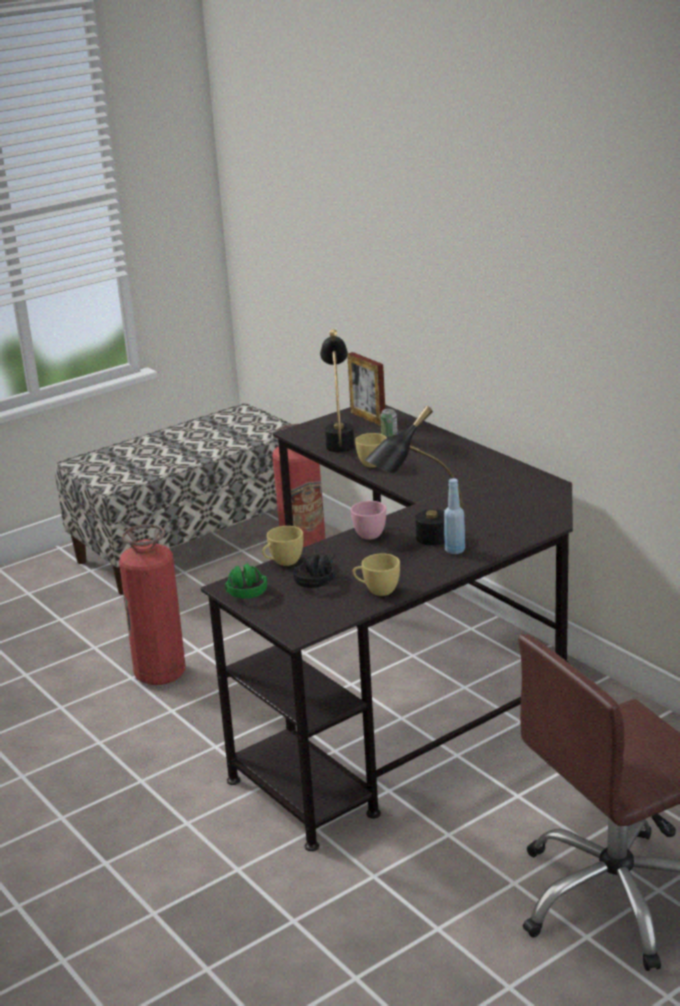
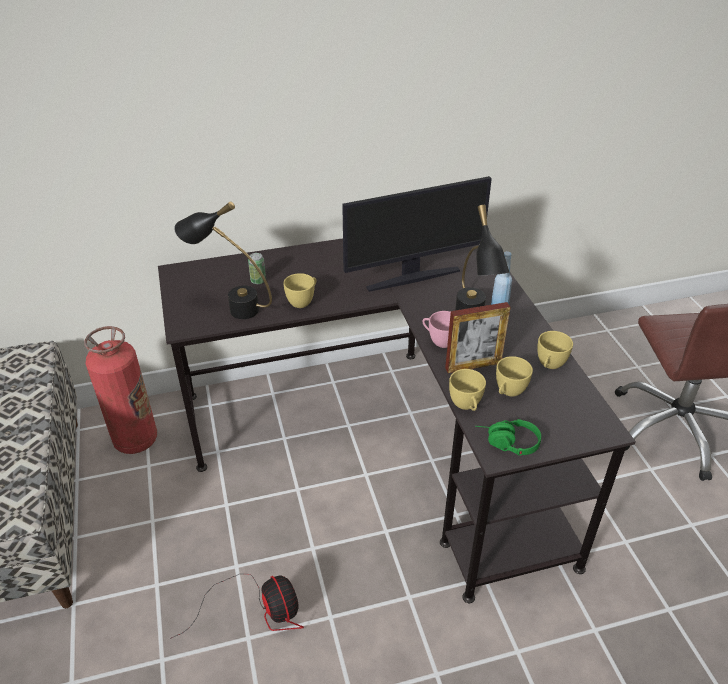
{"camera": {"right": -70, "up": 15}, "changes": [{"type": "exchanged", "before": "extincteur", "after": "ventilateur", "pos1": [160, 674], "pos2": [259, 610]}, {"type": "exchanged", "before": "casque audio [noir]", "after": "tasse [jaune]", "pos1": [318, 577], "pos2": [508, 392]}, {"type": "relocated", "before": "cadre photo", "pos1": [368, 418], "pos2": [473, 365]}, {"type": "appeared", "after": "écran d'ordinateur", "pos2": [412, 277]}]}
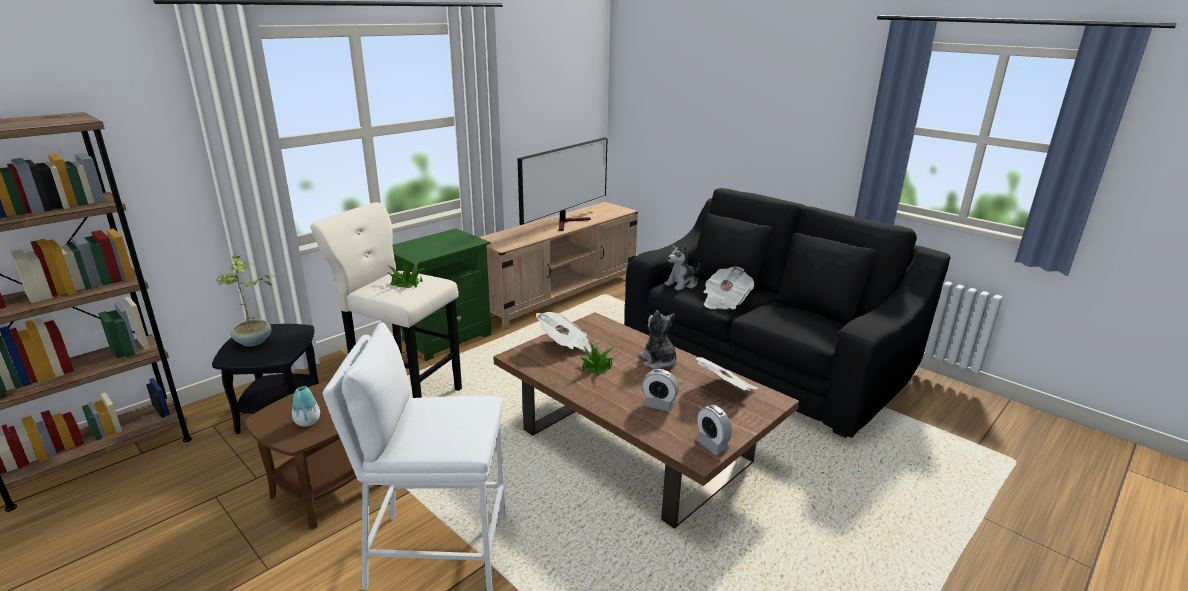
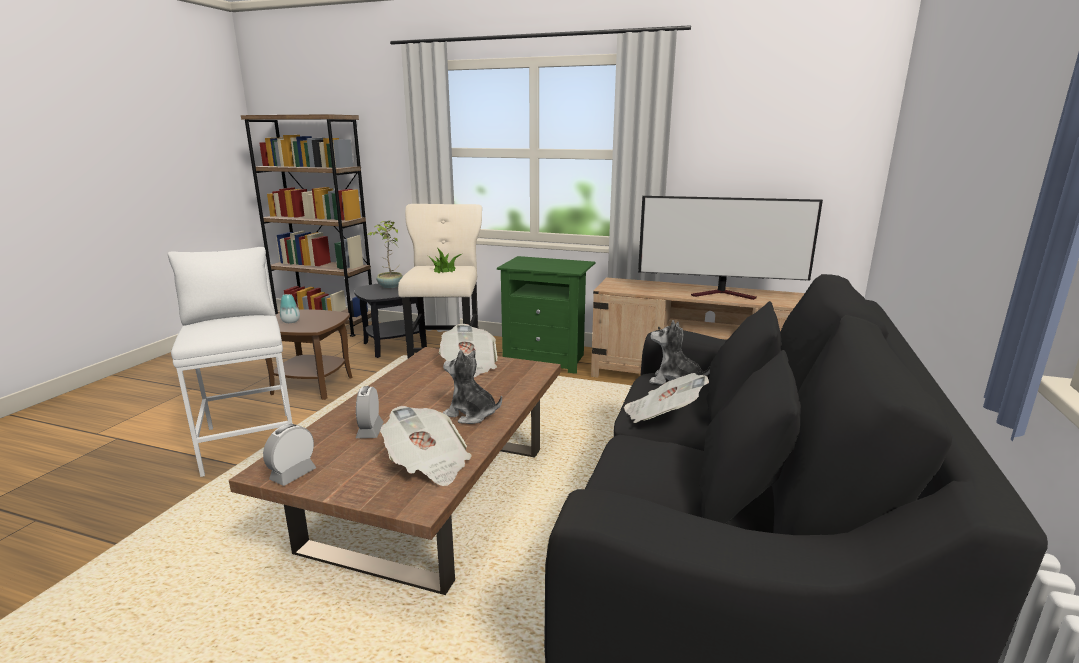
{"camera": {"right": 65, "up": -5}, "changes": [{"type": "missing", "before": "plante en pot", "pos1": [596, 367]}, {"type": "spun", "before": "peluche", "pos1": [659, 361], "pos2": [471, 414], "turn": -105}]}
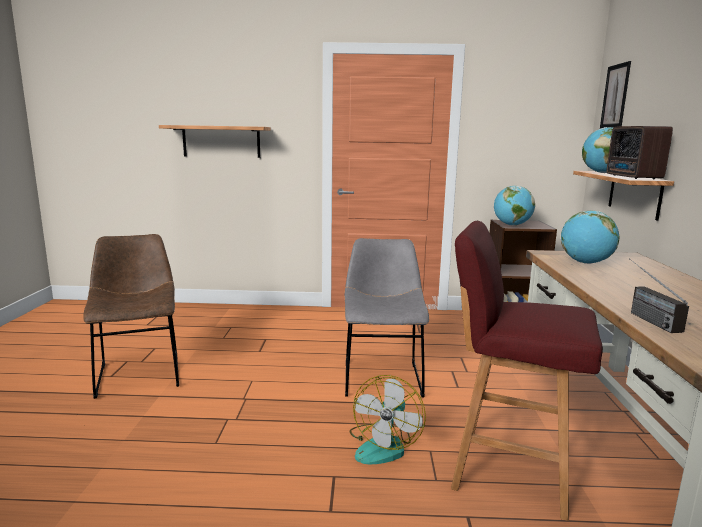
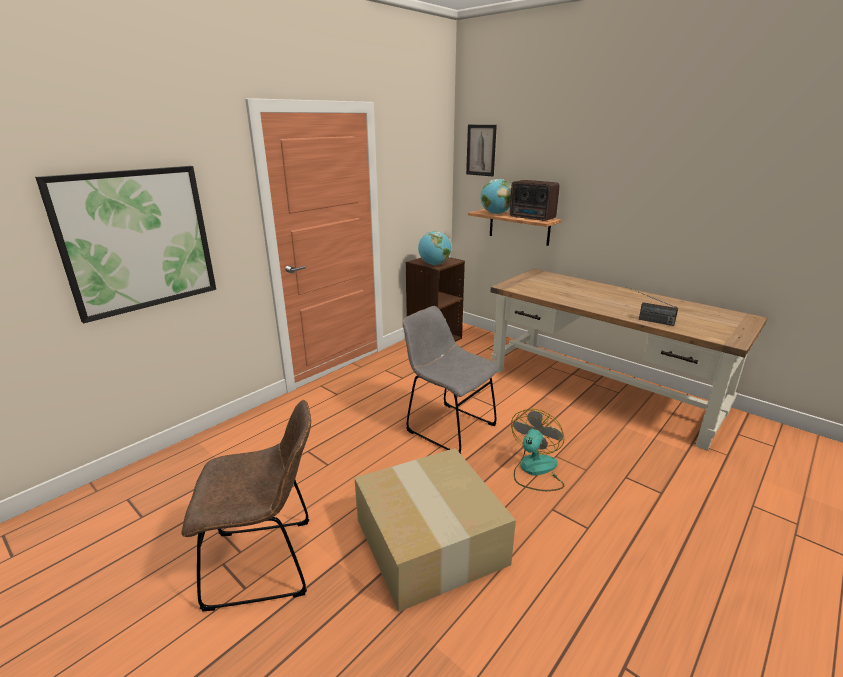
{"camera": {"right": -50, "up": 10}, "changes": [{"type": "spun", "before": "chaise [marron]", "pos1": [139, 373], "pos2": [268, 562], "turn": 150}, {"type": "exchanged", "before": "étagère", "after": "tableau", "pos1": [221, 141], "pos2": [137, 240]}, {"type": "spun", "before": "ventilateur", "pos1": [384, 445], "pos2": [535, 470], "turn": -120}, {"type": "missing", "before": "tabouret [rouge]", "pos1": [507, 469]}, {"type": "missing", "before": "globe", "pos1": [585, 263]}, {"type": "appeared", "after": "carton", "pos2": [427, 540]}]}
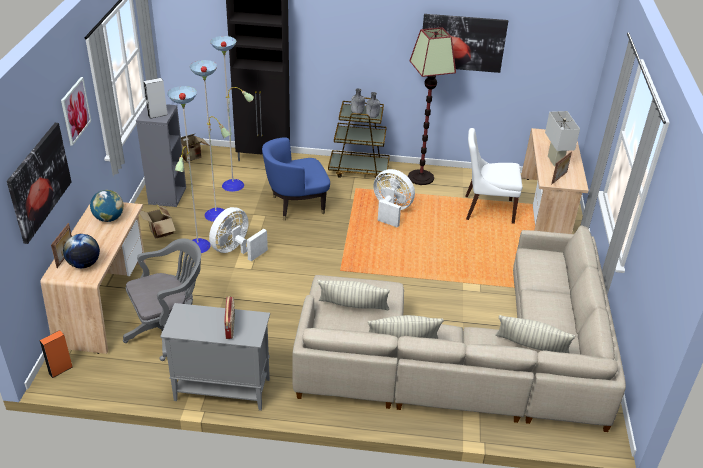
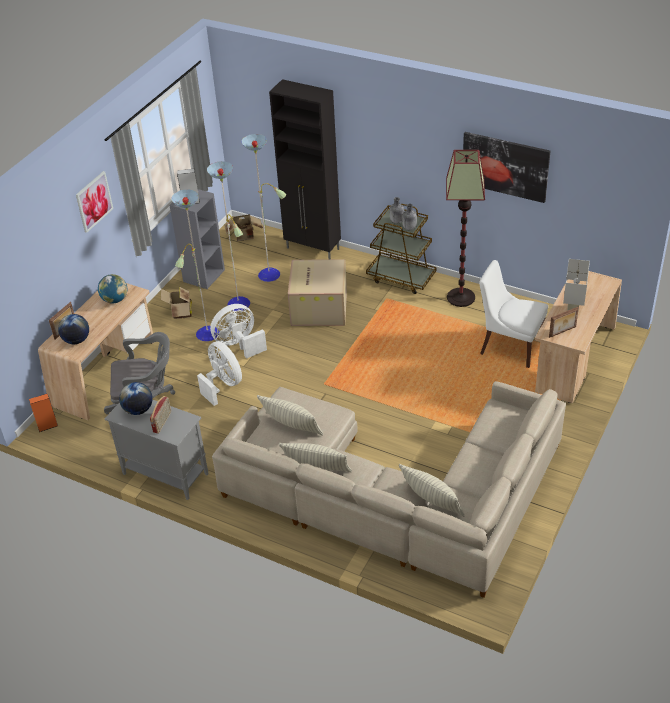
{"camera": {"right": 25, "up": 5}, "changes": [{"type": "missing", "before": "tableau", "pos1": [39, 181]}, {"type": "exchanged", "before": "fauteuil [bleu]", "after": "carton", "pos1": [296, 205], "pos2": [318, 307]}, {"type": "relocated", "before": "ventilateur [blanc]", "pos1": [391, 211], "pos2": [223, 385]}, {"type": "appeared", "after": "globe", "pos2": [138, 410]}]}
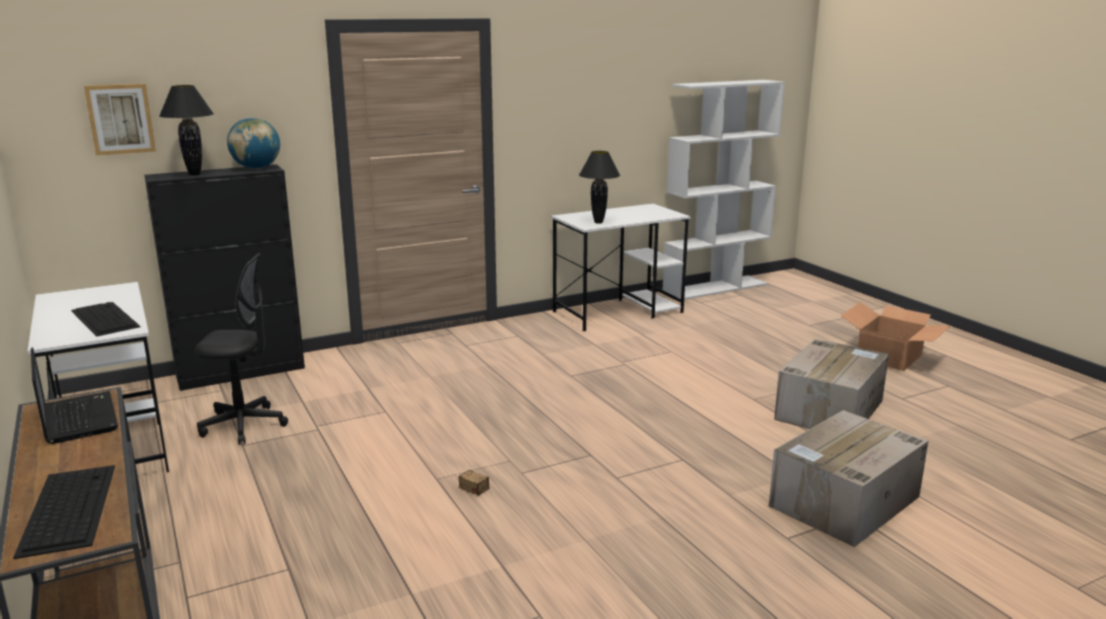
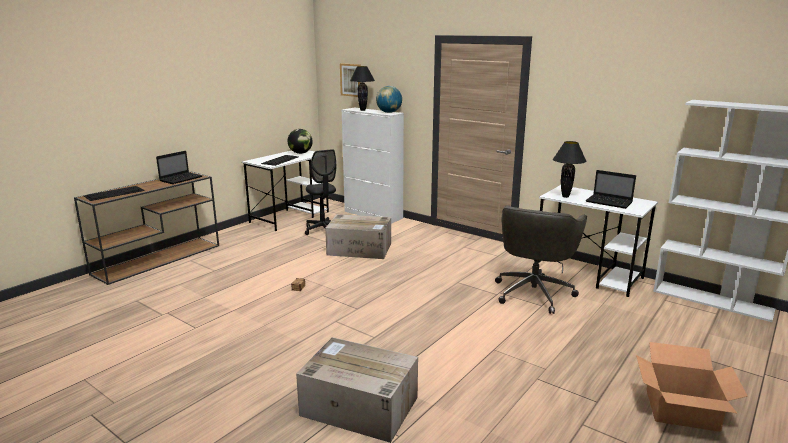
{"camera": {"right": 65, "up": 0}, "changes": [{"type": "colour", "before": "meuble de rangement [noir]", "after": "meuble de rangement [blanc]", "pos1": [242, 372], "pos2": [373, 215]}, {"type": "relocated", "before": "carton", "pos1": [829, 409], "pos2": [360, 249]}, {"type": "appeared", "after": "globe", "pos2": [300, 153]}, {"type": "appeared", "after": "chaise de bureau [gris]", "pos2": [534, 292]}, {"type": "appeared", "after": "ordinateur portable", "pos2": [610, 202]}]}
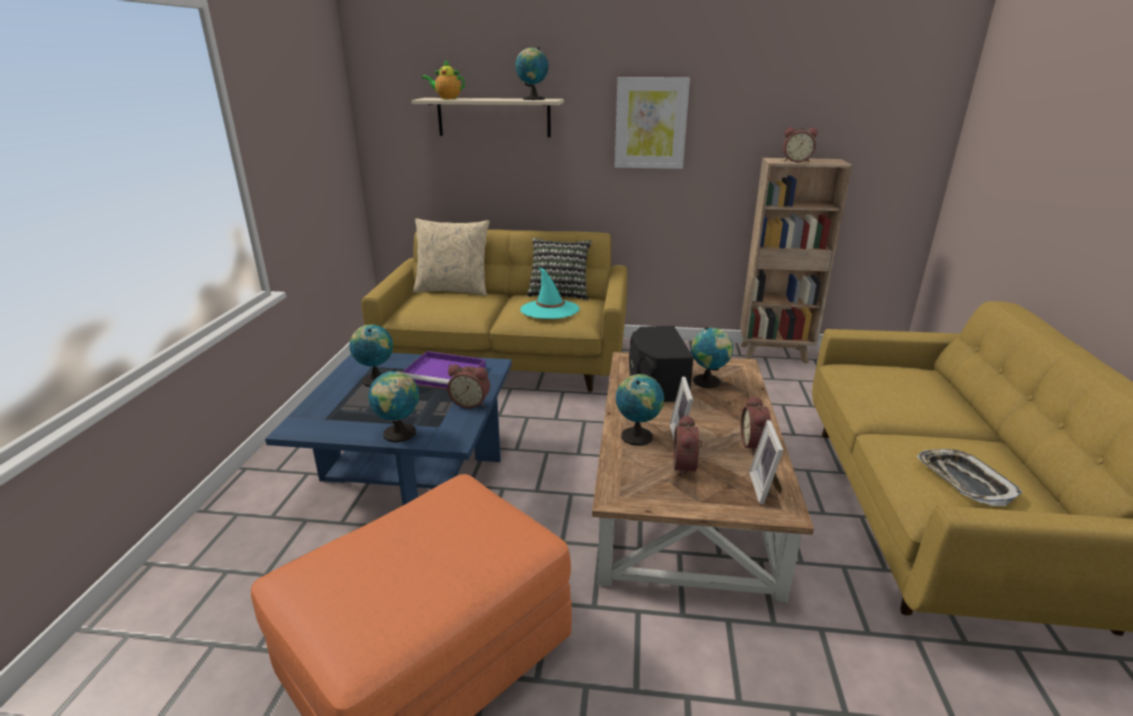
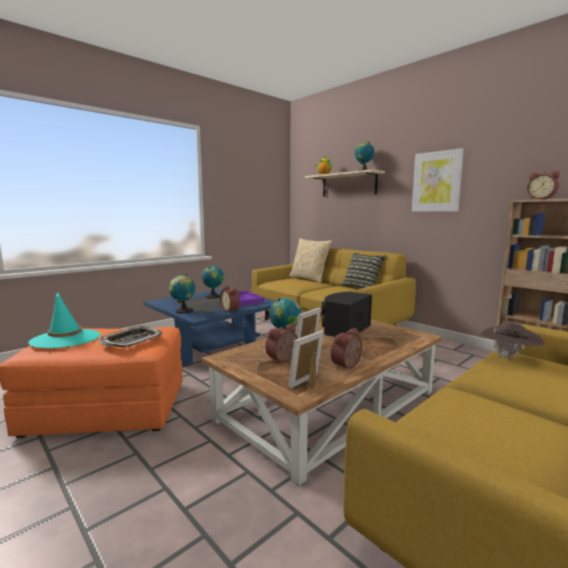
{"camera": {"right": 40, "up": -15}, "changes": [{"type": "relocated", "before": "chapeau [turquoise]", "pos1": [549, 310], "pos2": [66, 339]}, {"type": "missing", "before": "globe", "pos1": [709, 382]}, {"type": "relocated", "before": "plateau", "pos1": [964, 481], "pos2": [132, 340]}, {"type": "appeared", "after": "chapeau [marron]", "pos2": [508, 358]}]}
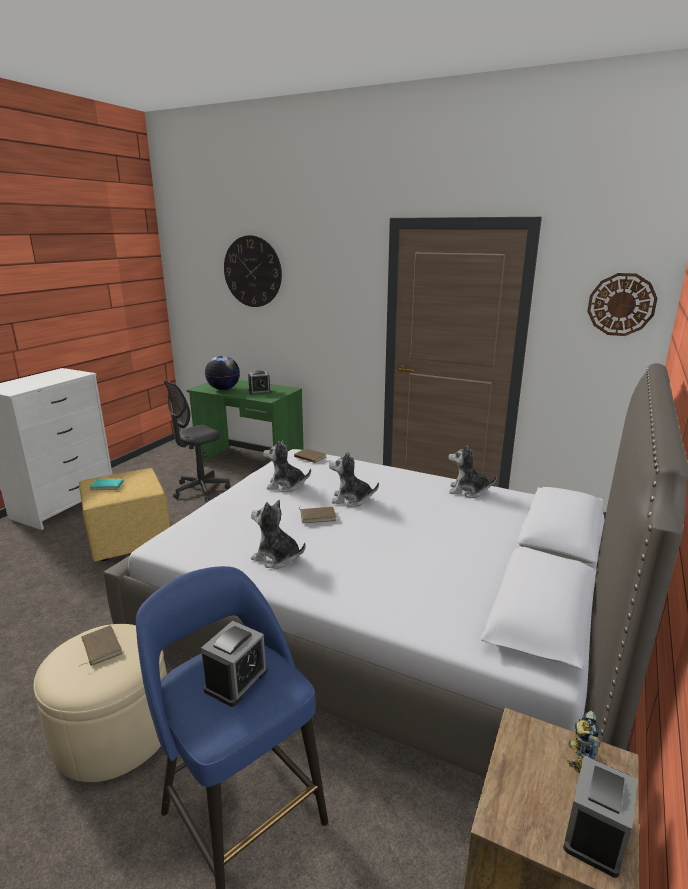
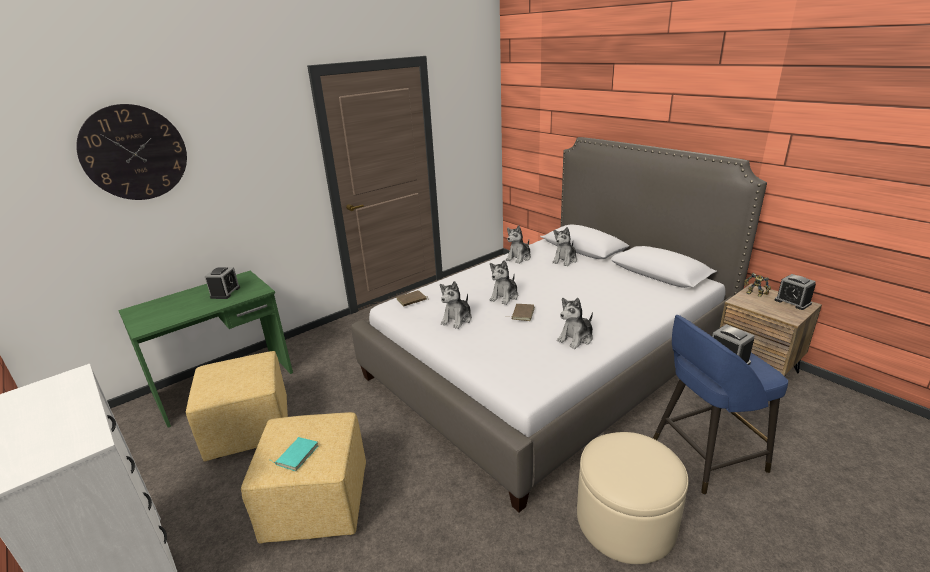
{"camera": {"right": -65, "up": 5}, "changes": [{"type": "missing", "before": "livre [marron]", "pos1": [100, 648]}, {"type": "exchanged", "before": "chaise de bureau [gris]", "after": "pouf [jaune]", "pos1": [201, 490], "pos2": [249, 431]}, {"type": "missing", "before": "globe", "pos1": [224, 389]}, {"type": "missing", "before": "horloge murale", "pos1": [621, 304]}, {"type": "appeared", "after": "peluche", "pos2": [565, 260]}]}
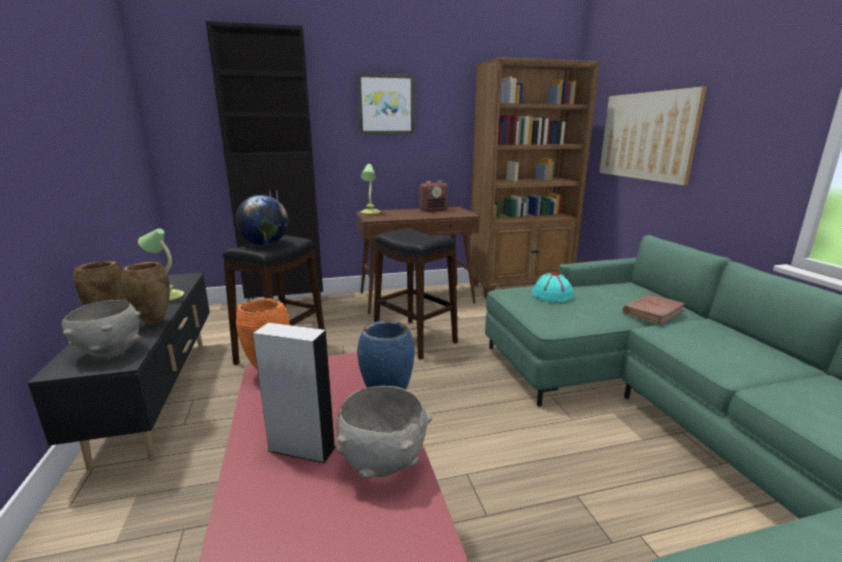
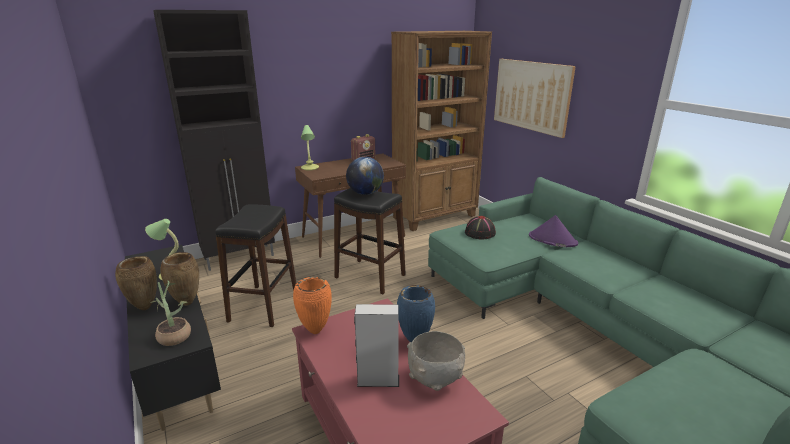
{"camera": {"right": -15, "up": 5}, "changes": [{"type": "exchanged", "before": "bol [gris]", "after": "plante en pot", "pos1": [110, 352], "pos2": [174, 334]}, {"type": "relocated", "before": "globe", "pos1": [265, 244], "pos2": [365, 193]}, {"type": "missing", "before": "tableau", "pos1": [386, 104]}, {"type": "colour", "before": "chapeau [turquoise]", "after": "chapeau [noir]", "pos1": [551, 295], "pos2": [479, 233]}, {"type": "exchanged", "before": "livre [marron]", "after": "chapeau [violet]", "pos1": [653, 312], "pos2": [552, 239]}]}
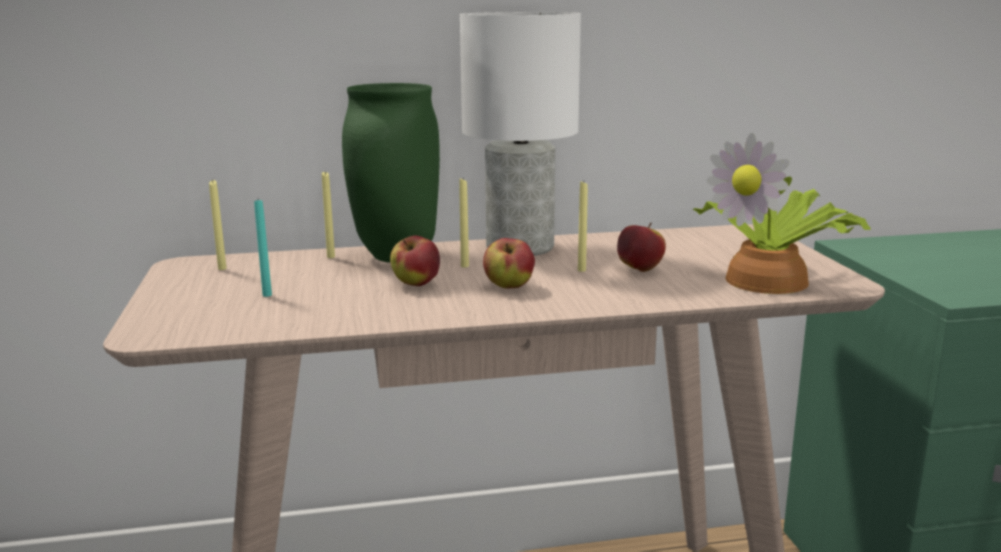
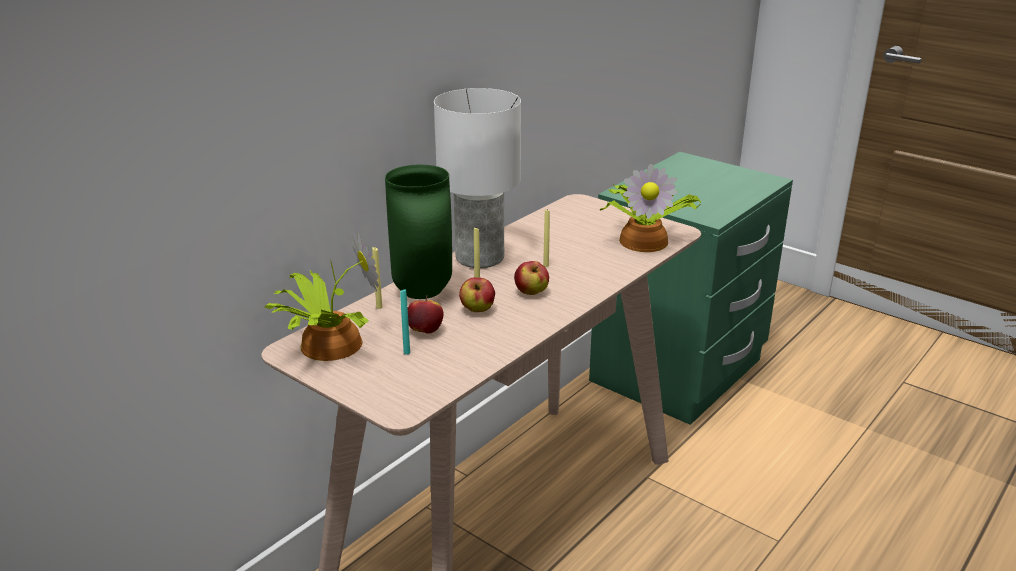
{"camera": {"right": -40, "up": 10}, "changes": [{"type": "exchanged", "before": "bougie [jaune]", "after": "plante en pot", "pos1": [222, 268], "pos2": [327, 344]}, {"type": "relocated", "before": "pomme", "pos1": [640, 269], "pos2": [425, 331]}]}
